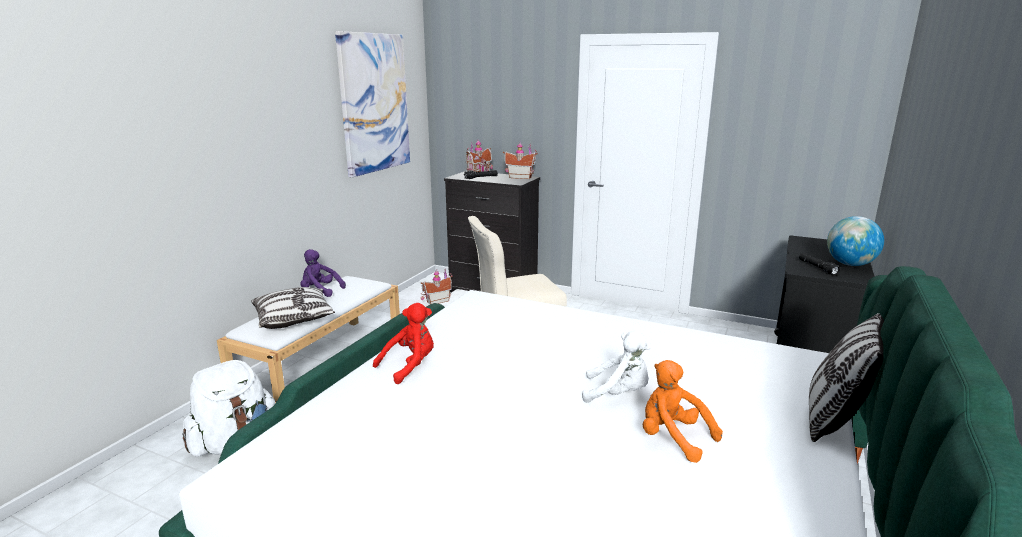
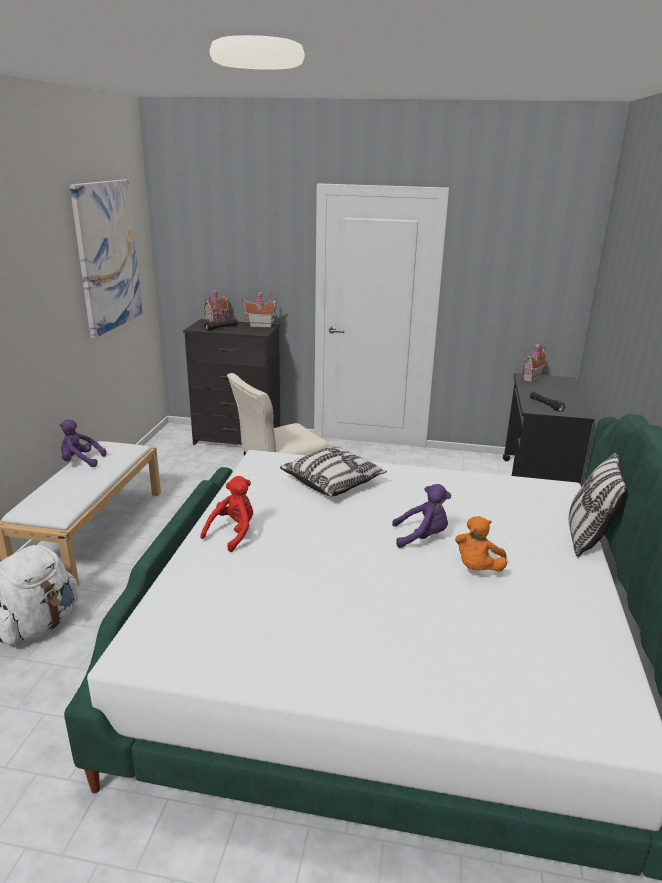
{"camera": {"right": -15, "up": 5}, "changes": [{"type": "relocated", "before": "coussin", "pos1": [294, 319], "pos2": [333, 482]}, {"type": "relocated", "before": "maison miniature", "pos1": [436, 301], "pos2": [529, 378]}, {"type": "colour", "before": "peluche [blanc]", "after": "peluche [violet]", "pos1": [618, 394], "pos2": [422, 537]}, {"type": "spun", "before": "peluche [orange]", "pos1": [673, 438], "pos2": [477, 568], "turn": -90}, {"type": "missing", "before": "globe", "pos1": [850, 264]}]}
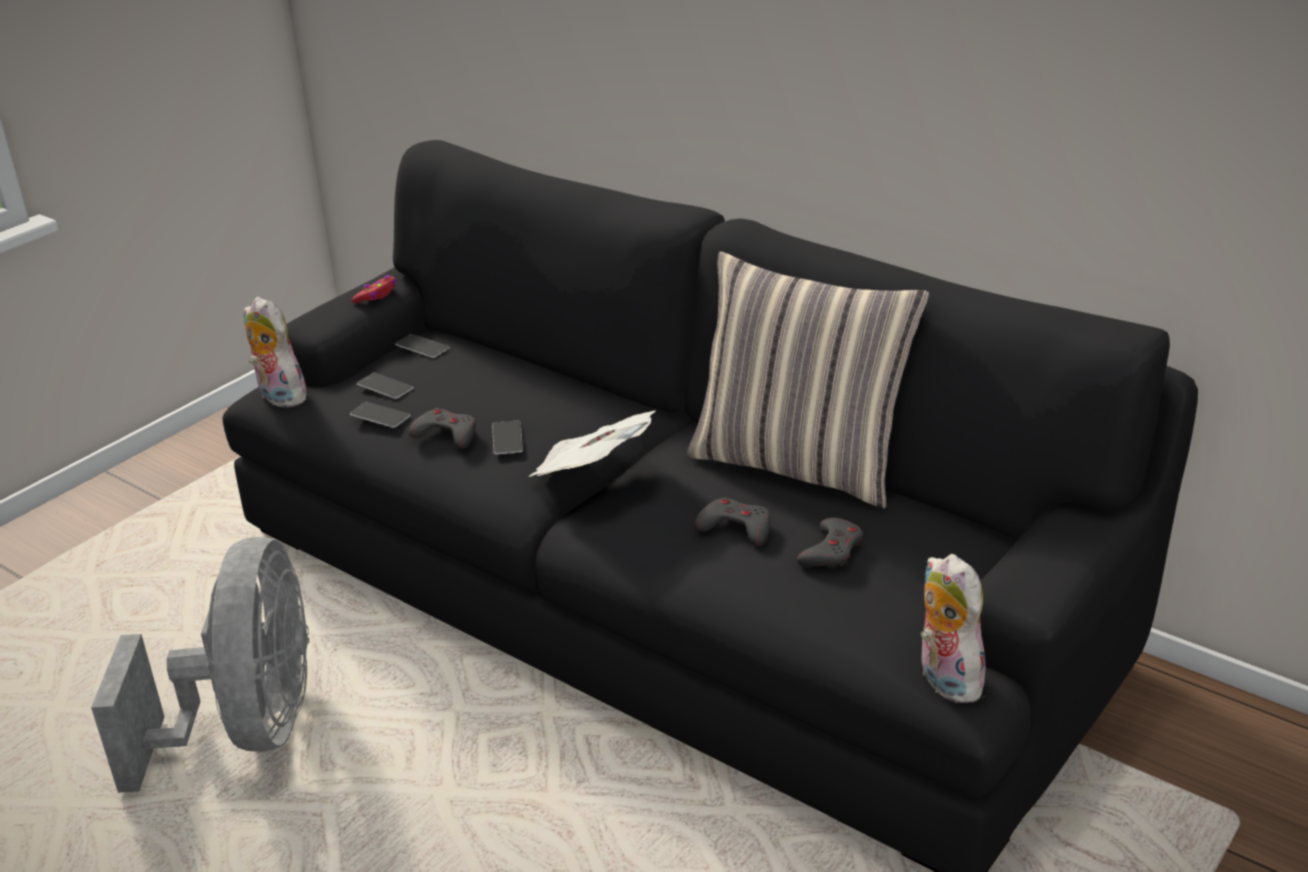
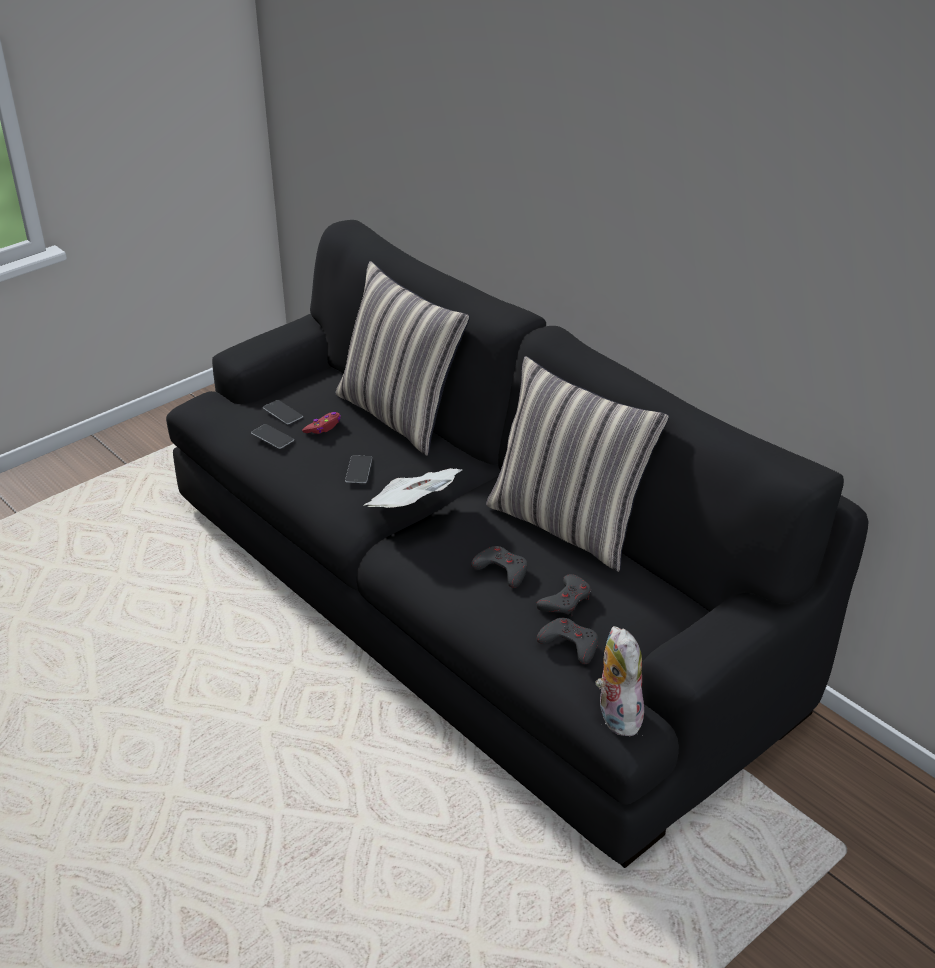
{"camera": {"right": 10, "up": 5}, "changes": [{"type": "missing", "before": "ventilateur [gris]", "pos1": [249, 729]}, {"type": "missing", "before": "peluche", "pos1": [278, 397]}, {"type": "relocated", "before": "manette [rouge]", "pos1": [376, 295], "pos2": [323, 427]}, {"type": "missing", "before": "téléphone", "pos1": [422, 346]}, {"type": "relocated", "before": "manette [gris]", "pos1": [446, 434], "pos2": [569, 644]}, {"type": "appeared", "after": "coussin", "pos2": [400, 415]}]}
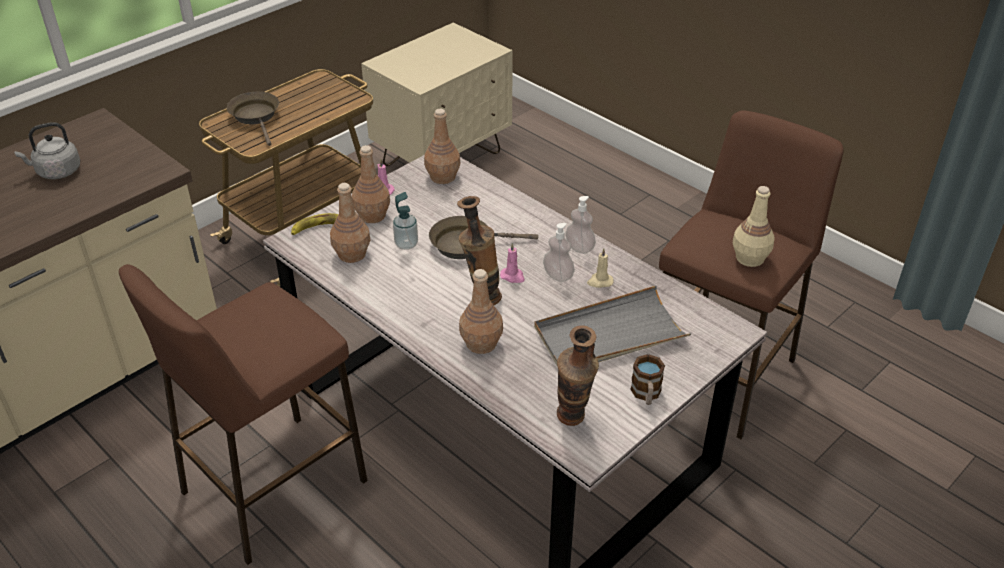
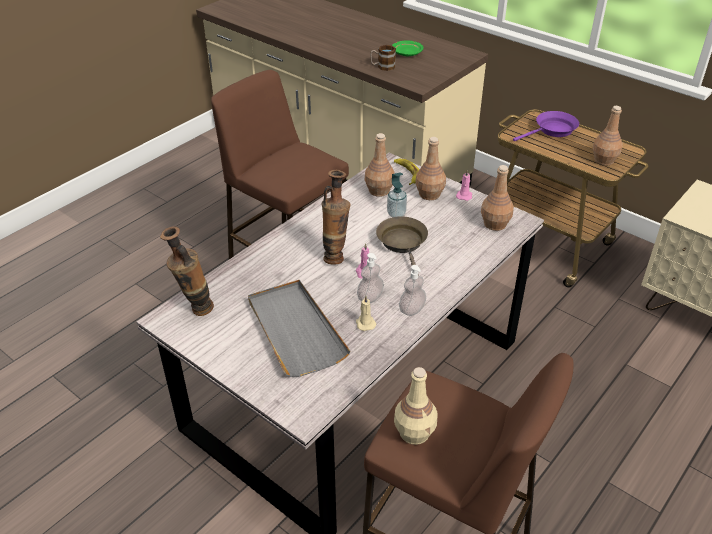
{"camera": {"right": 85, "up": 0}, "changes": [{"type": "exchanged", "before": "bouilloire [gris]", "after": "assiette [vert]", "pos1": [56, 172], "pos2": [406, 53]}, {"type": "colour", "before": "poêle [marron]", "after": "poêle [violet]", "pos1": [256, 117], "pos2": [552, 130]}, {"type": "relocated", "before": "bouteille [marron]", "pos1": [481, 344], "pos2": [604, 160]}, {"type": "relocated", "before": "mug", "pos1": [646, 394], "pos2": [382, 67]}]}
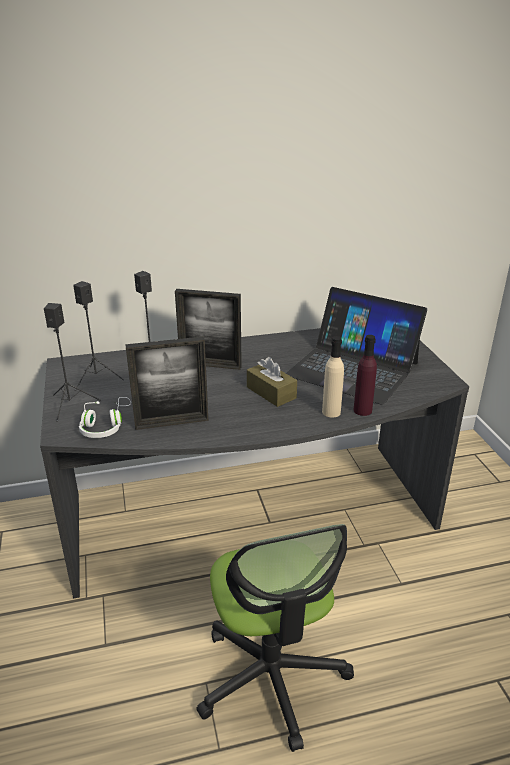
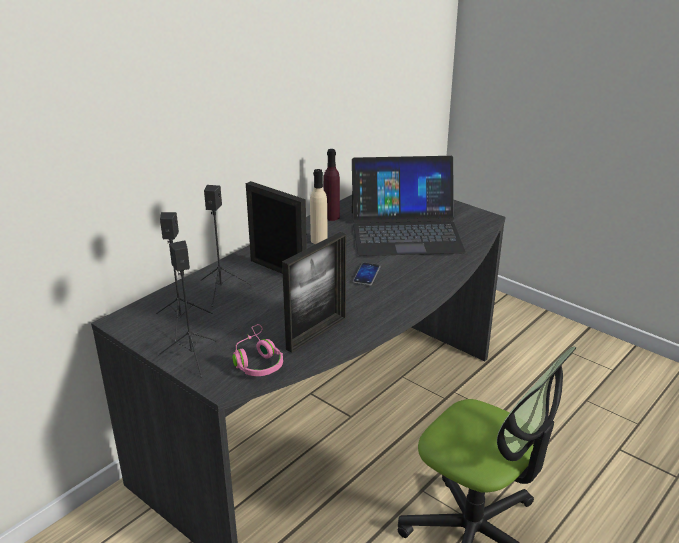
{"camera": {"right": -35, "up": 0}, "changes": [{"type": "colour", "before": "casque audio [blanc]", "after": "casque audio [rose]", "pos1": [105, 426], "pos2": [257, 361]}, {"type": "spun", "before": "cadre photo", "pos1": [210, 365], "pos2": [278, 270], "turn": -120}, {"type": "exchanged", "before": "boîte à mouchoirs [marron]", "after": "téléphone", "pos1": [271, 392], "pos2": [366, 275]}, {"type": "relocated", "before": "bouteille [beige]", "pos1": [331, 412], "pos2": [319, 240]}, {"type": "relocated", "before": "bouteille [violet]", "pos1": [362, 410], "pos2": [331, 217]}]}
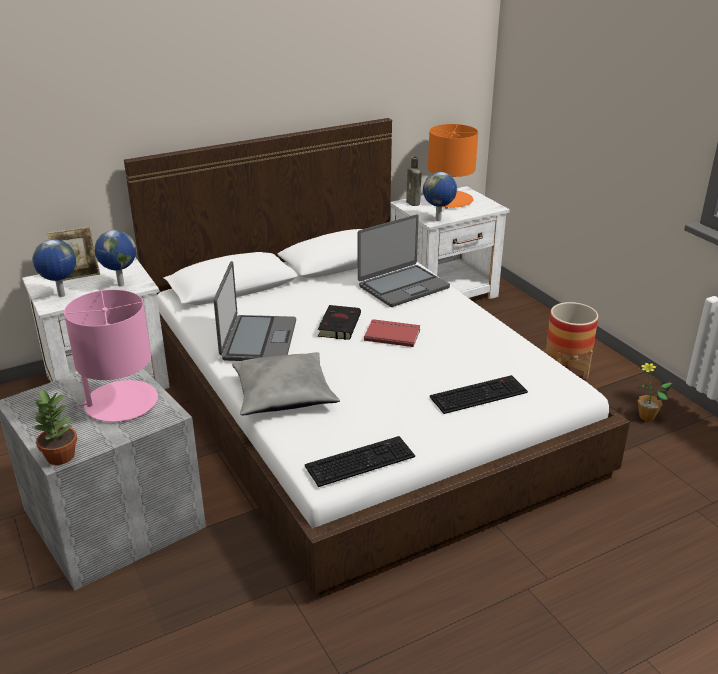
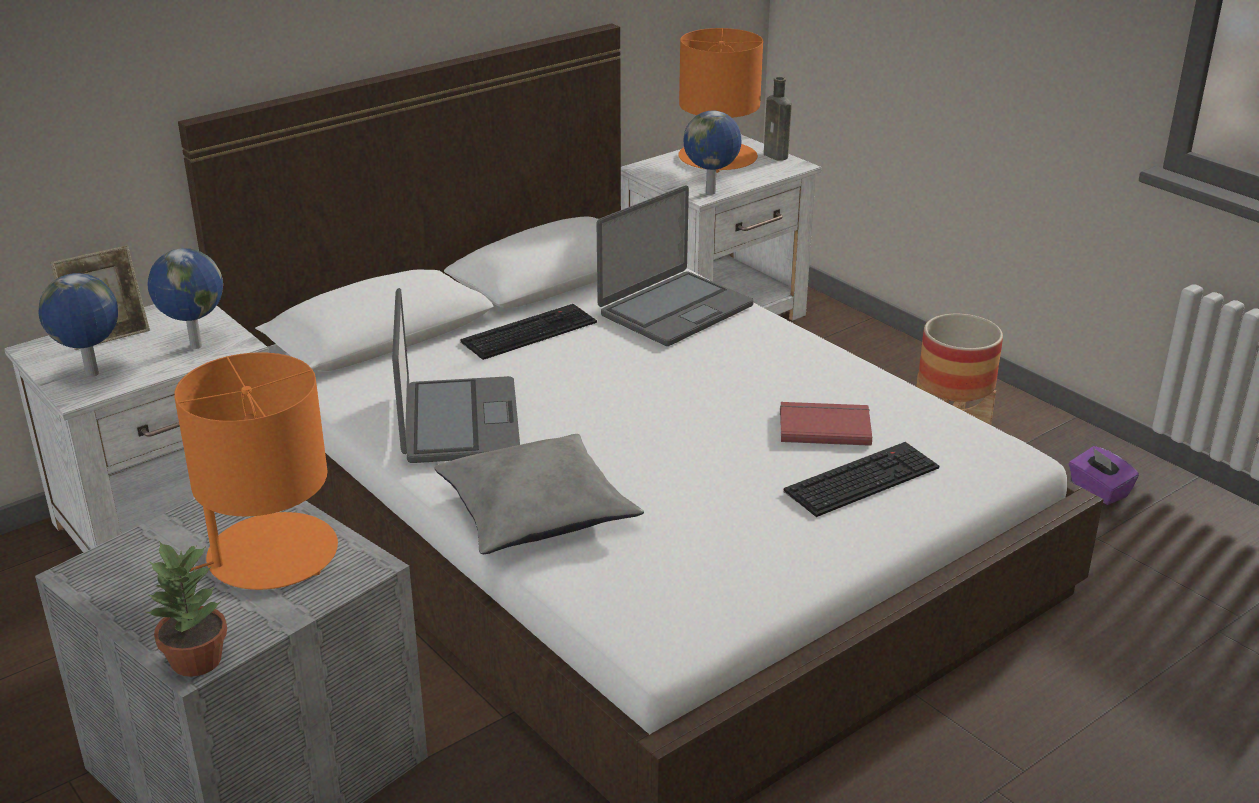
{"camera": {"right": -10, "up": 0}, "changes": [{"type": "colour", "before": "lampe de table [rose]", "after": "lampe de table [orange]", "pos1": [120, 403], "pos2": [270, 554]}, {"type": "relocated", "before": "clavier", "pos1": [360, 460], "pos2": [529, 331]}, {"type": "missing", "before": "livre [noir]", "pos1": [339, 325]}, {"type": "relocated", "before": "livre [rouge]", "pos1": [392, 334], "pos2": [824, 426]}, {"type": "relocated", "before": "bouteille [marron]", "pos1": [413, 203], "pos2": [777, 156]}, {"type": "exchanged", "before": "plante en pot", "after": "boîte à mouchoirs [violet]", "pos1": [646, 417], "pos2": [1098, 490]}]}
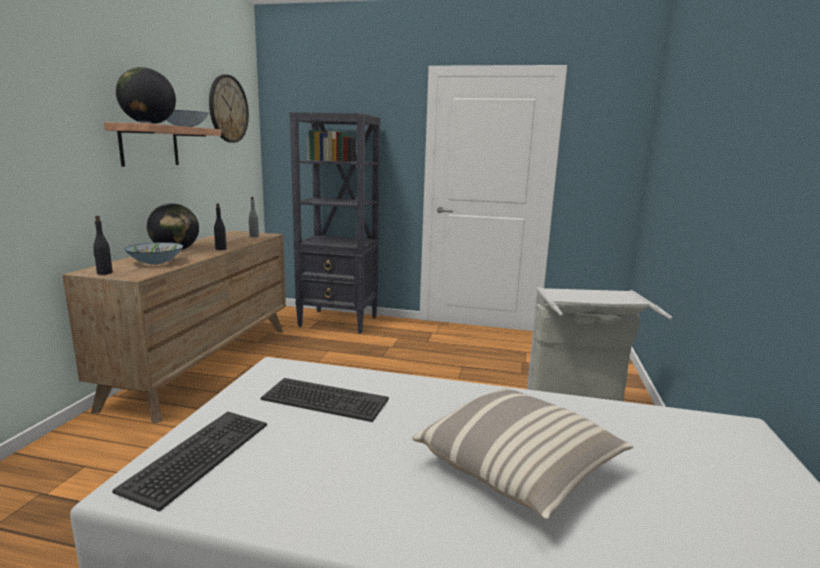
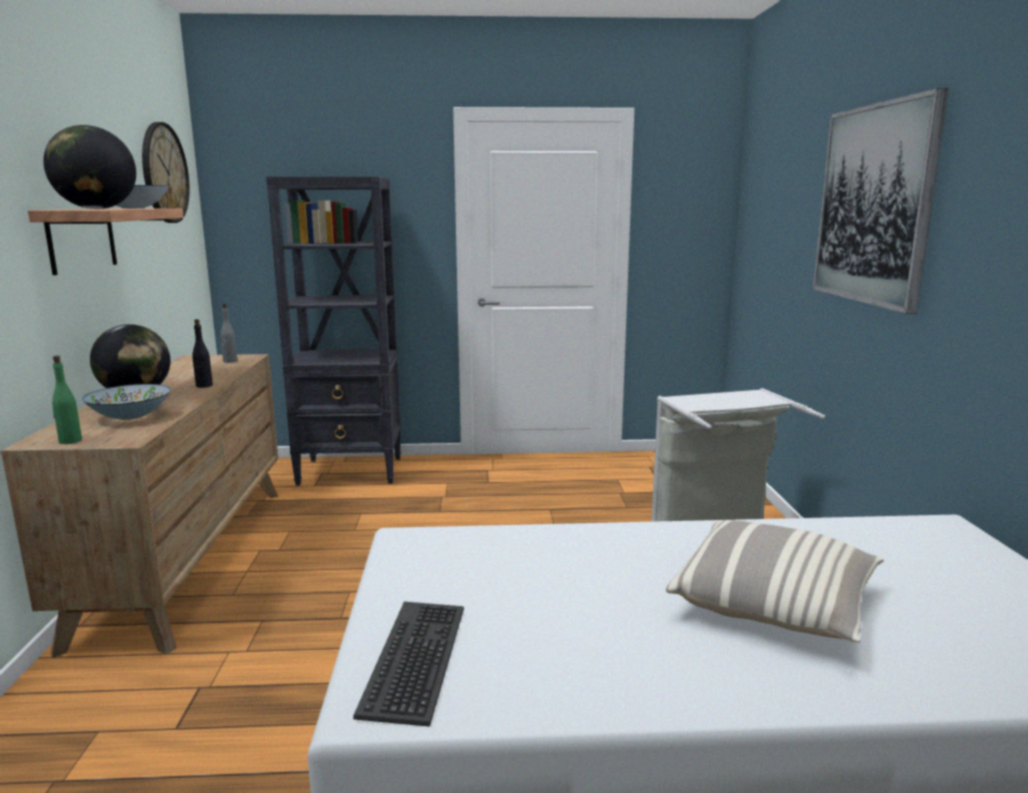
{"camera": {"right": -15, "up": 0}, "changes": [{"type": "colour", "before": "bouteille [noir]", "after": "bouteille [vert]", "pos1": [104, 273], "pos2": [70, 441]}, {"type": "missing", "before": "clavier", "pos1": [324, 400]}, {"type": "appeared", "after": "tableau", "pos2": [874, 204]}]}
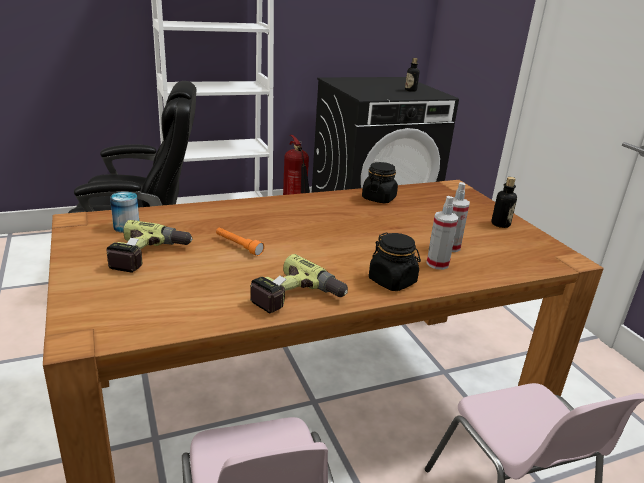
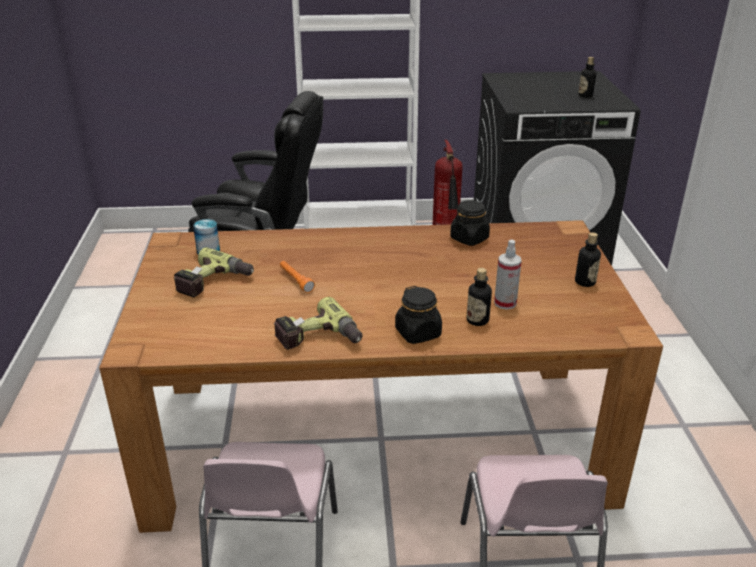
{"camera": {"right": 20, "up": 5}, "changes": [{"type": "exchanged", "before": "vaporisateur", "after": "bouteille", "pos1": [437, 264], "pos2": [477, 320]}]}
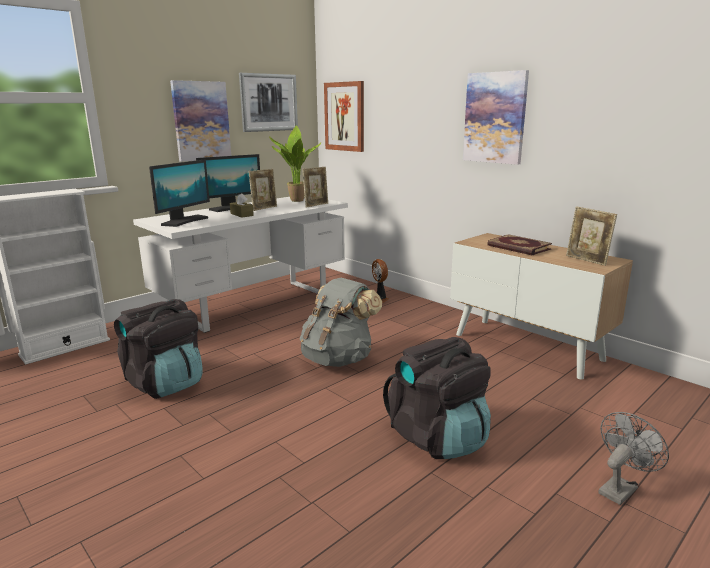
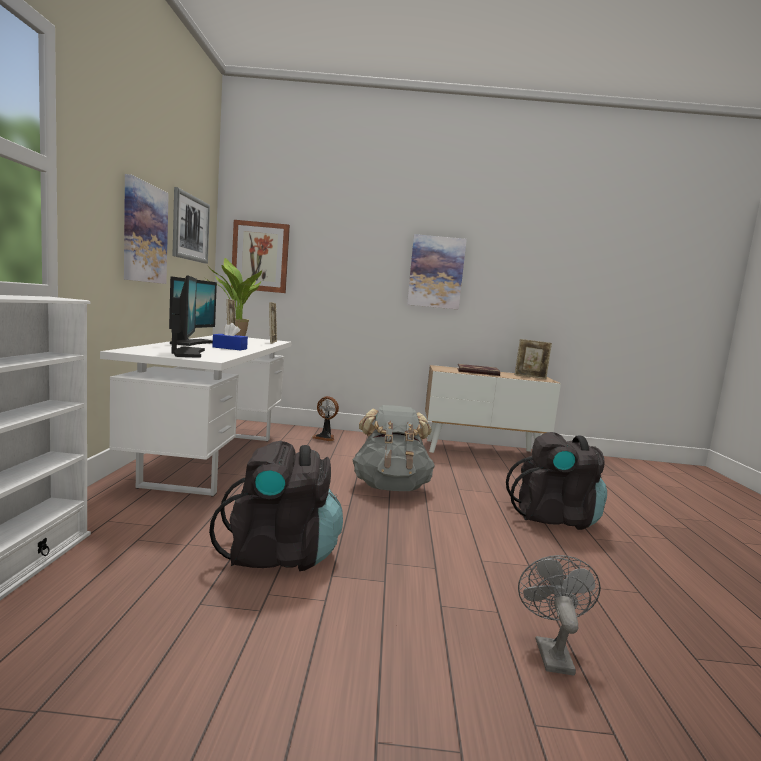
{"camera": {"right": -45, "up": -10}, "changes": [{"type": "colour", "before": "boîte à mouchoirs [marron]", "after": "boîte à mouchoirs [bleu]", "pos1": [241, 214], "pos2": [229, 348]}, {"type": "relocated", "before": "ventilateur [gris]", "pos1": [620, 488], "pos2": [551, 651]}]}
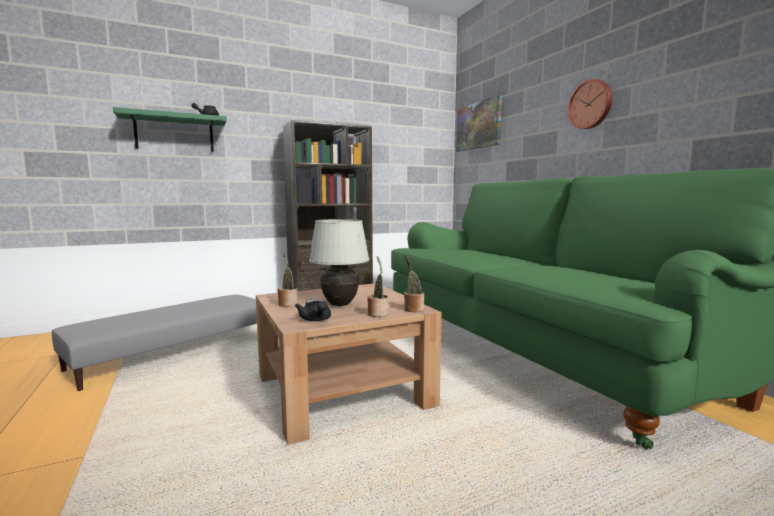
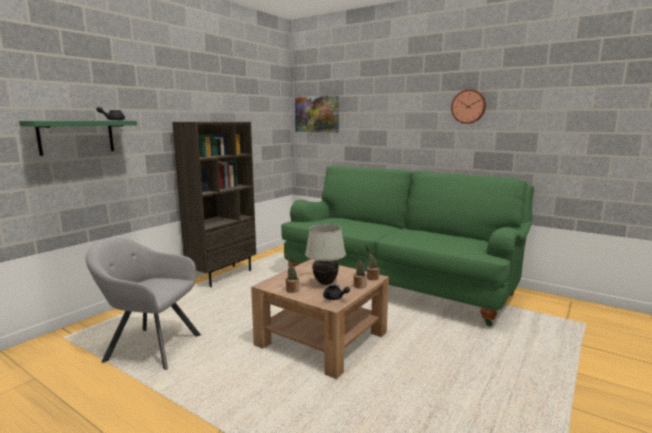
{"camera": {"right": -30, "up": 5}, "changes": [{"type": "exchanged", "before": "pouf [gris]", "after": "fauteuil [gris]", "pos1": [173, 352], "pos2": [150, 347]}, {"type": "relocated", "before": "horloge murale", "pos1": [590, 104], "pos2": [468, 106]}]}
